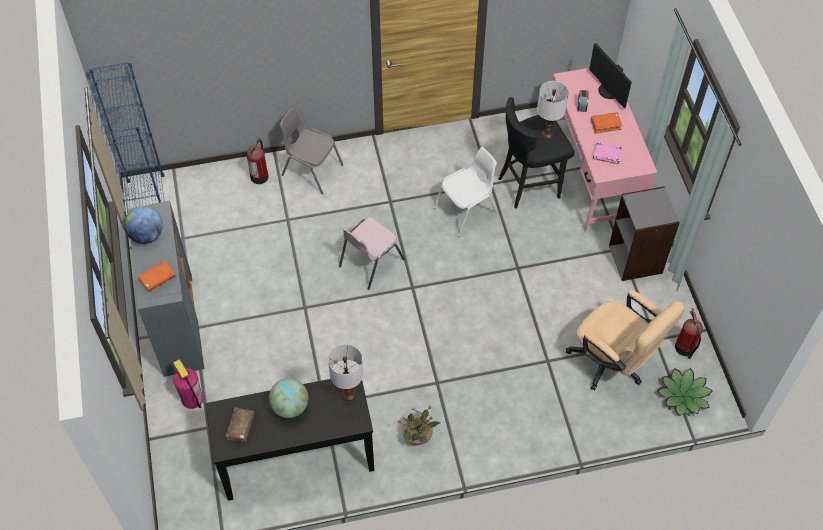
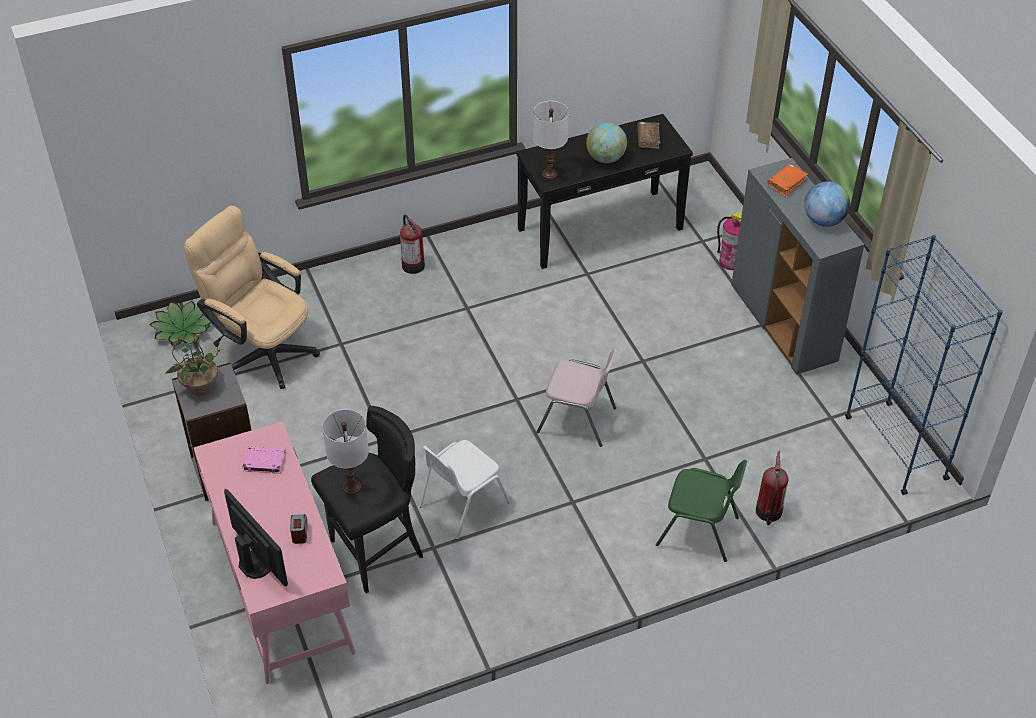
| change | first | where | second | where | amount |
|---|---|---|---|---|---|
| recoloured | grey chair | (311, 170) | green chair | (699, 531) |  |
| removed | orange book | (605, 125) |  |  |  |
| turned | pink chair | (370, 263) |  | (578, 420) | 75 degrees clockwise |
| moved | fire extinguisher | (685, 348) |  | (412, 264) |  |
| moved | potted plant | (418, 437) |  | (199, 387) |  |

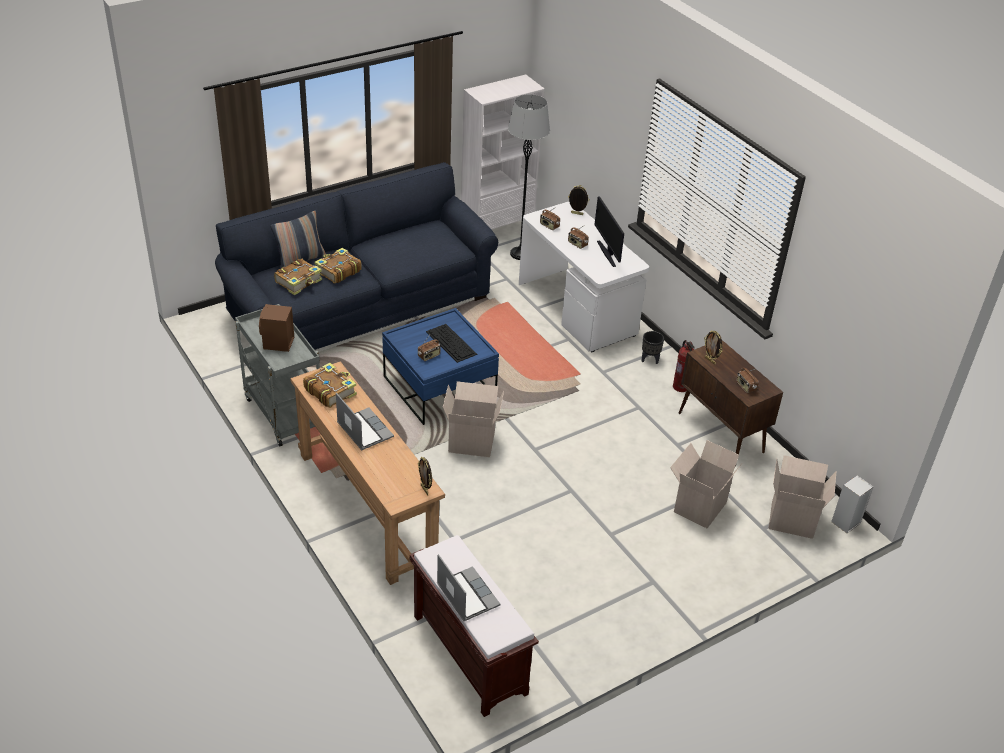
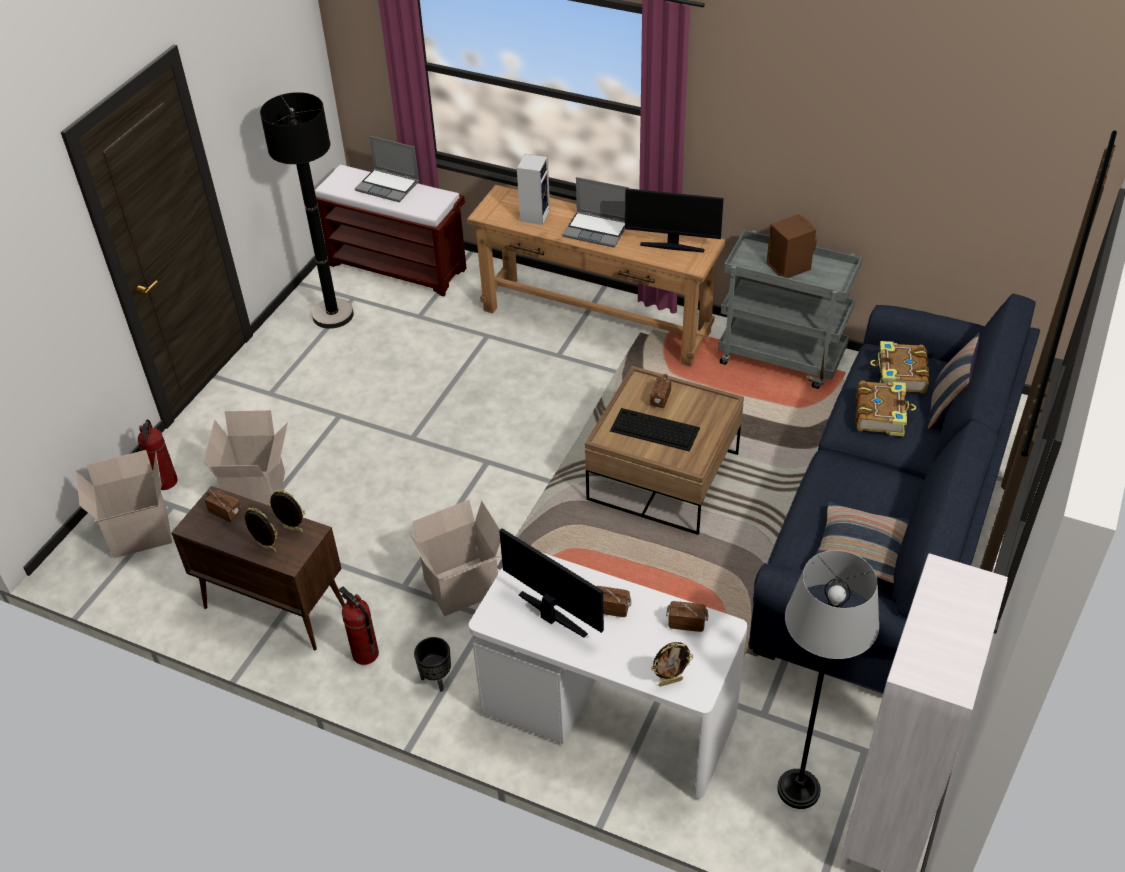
| change | first | where | second | where | amount |
|---|---|---|---|---|---|
| recoloured | blue coffee table | (439, 387) | brown coffee table | (663, 477) |  |
| replaced | book | (330, 391) | monitor | (672, 246) |  |
| moved | cardboard box | (472, 441) |  | (461, 588) |  |
| moved | picture frame | (425, 490) |  | (266, 548) |  |
| moved | speaker | (845, 523) |  | (534, 214) |  |
| added |  |  | black floor lamp | (333, 315) |  |
| added |  |  | fire extinguisher | (166, 482) |  |
| added |  |  | pillow | (859, 550) |  |

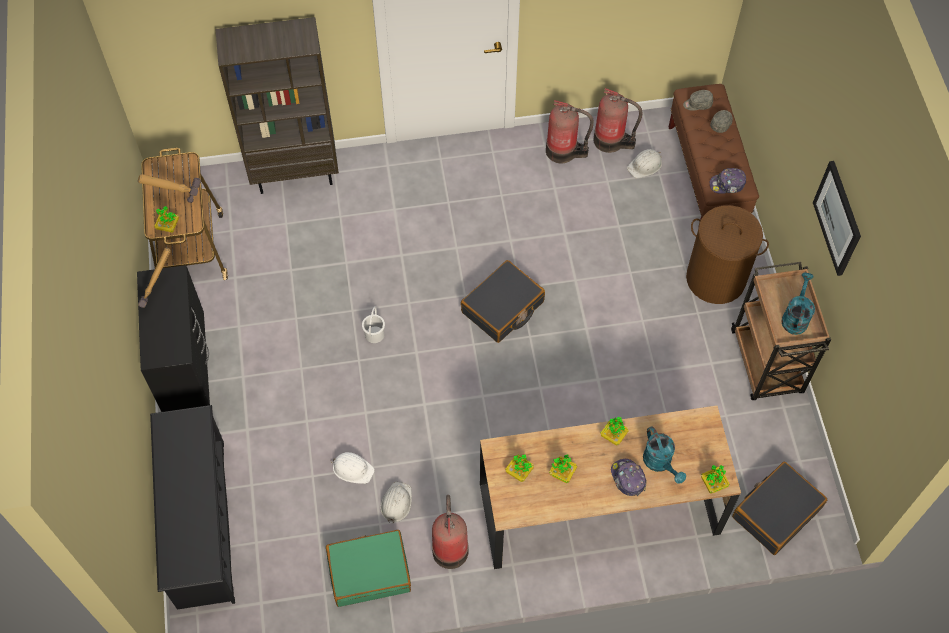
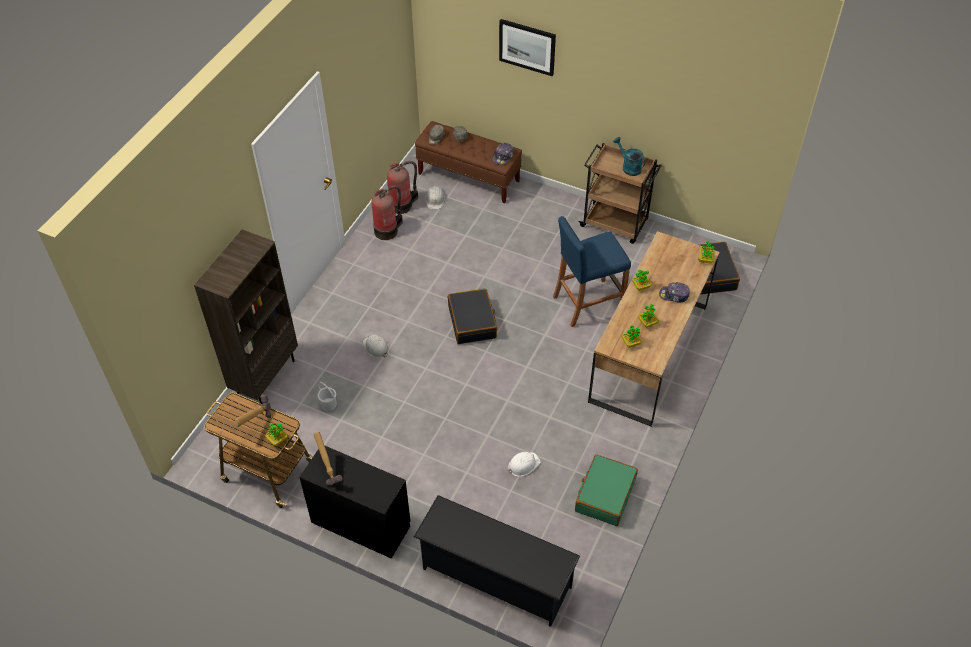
| change | first | where | second | where | amount |
|---|---|---|---|---|---|
| moved | picture | (838, 218) |  | (527, 46) |  |
| removed | brown laundry basket | (715, 279) |  |  |  |
| moved | white bucket | (374, 334) |  | (328, 404) |  |
| removed | turquoise watering can | (660, 463) |  |  |  |
| moved | white hard hat | (396, 503) |  | (376, 347) |  |
| removed | fire extinguisher | (450, 548) |  |  |  |
| added |  |  | blue stool | (588, 303) |  |

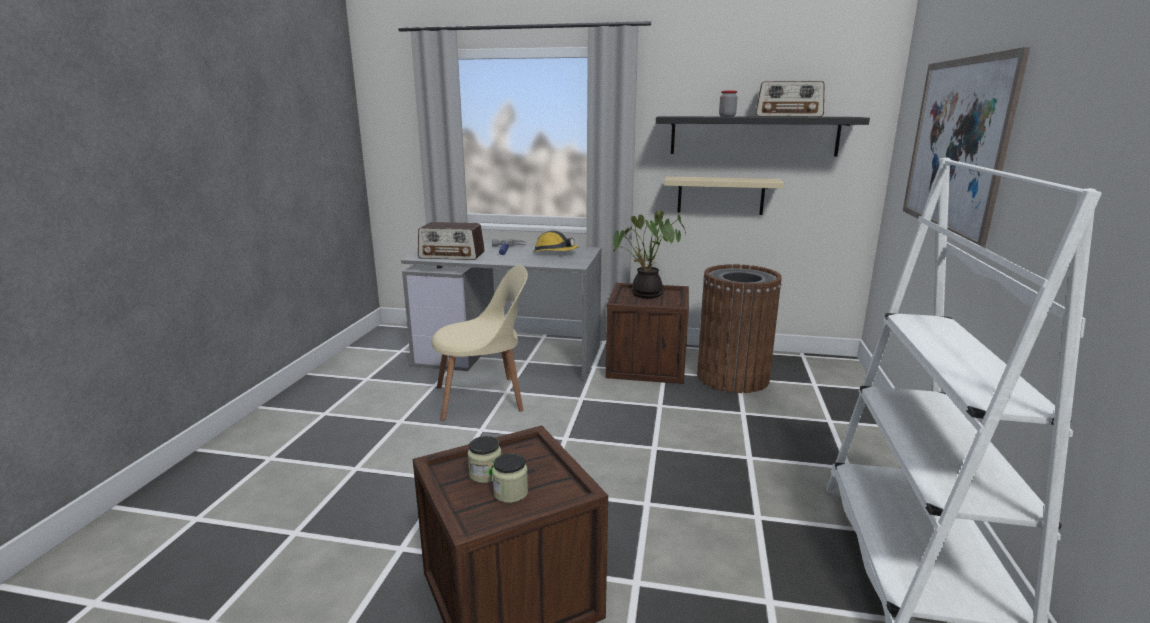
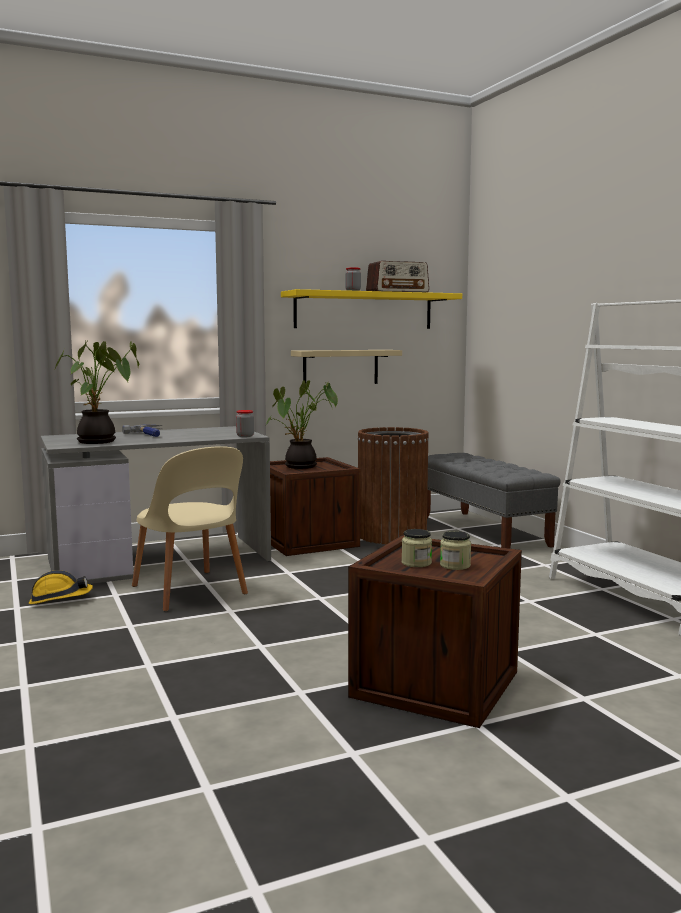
| change | first | where | second | where | amount |
|---|---|---|---|---|---|
| removed | picture | (955, 146) |  |  |  |
| recoloured | black shelf | (753, 136) | yellow shelf | (364, 311) |  |
| replaced | radio | (452, 255) | potted plant | (99, 442) |  |
| moved | hard hat | (555, 253) |  | (60, 599) |  |
| turned | beige chair | (483, 398) |  | (190, 592) | 105 degrees clockwise |
| added |  |  | jar | (245, 436) |  |
| added |  |  | grey bench | (483, 531) |  |

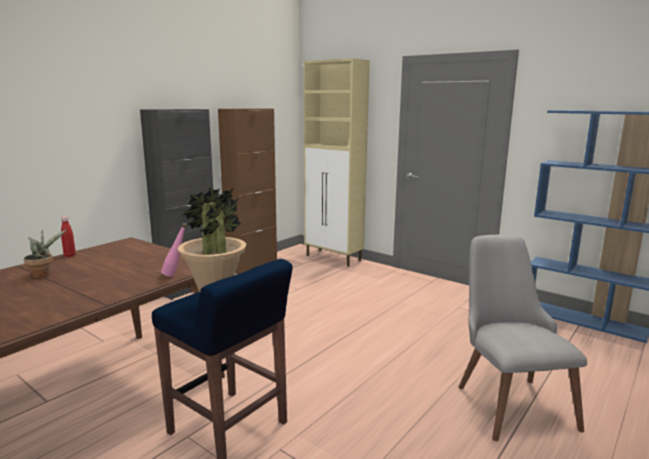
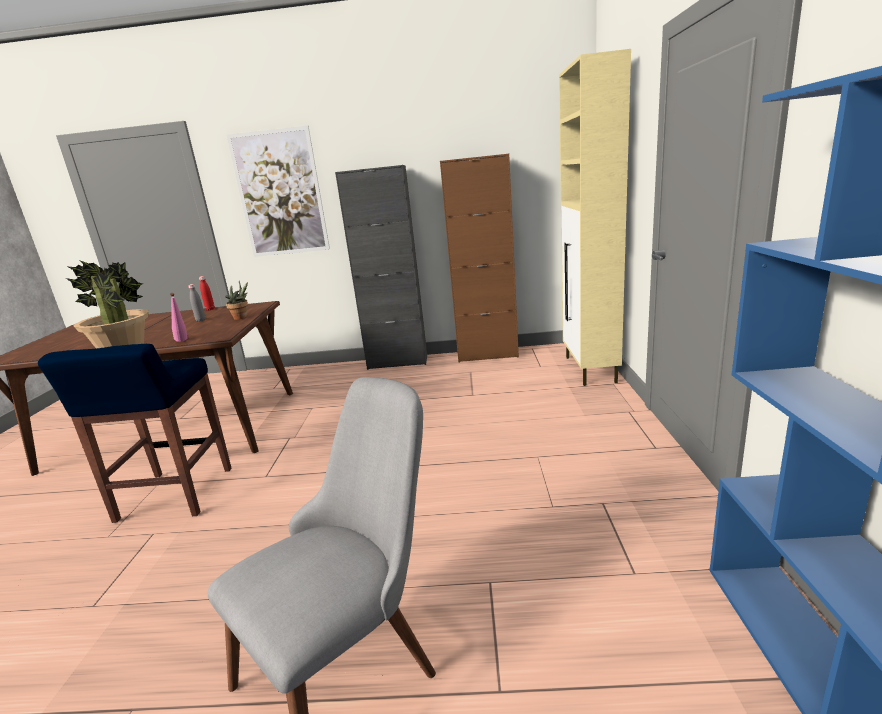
| change | first | where | second | where | amount |
|---|---|---|---|---|---|
| moved | potted plant | (43, 275) |  | (242, 317) |  |
| added |  |  | picture | (280, 194) |  |
| added |  |  | grey bottle | (201, 320) |  |

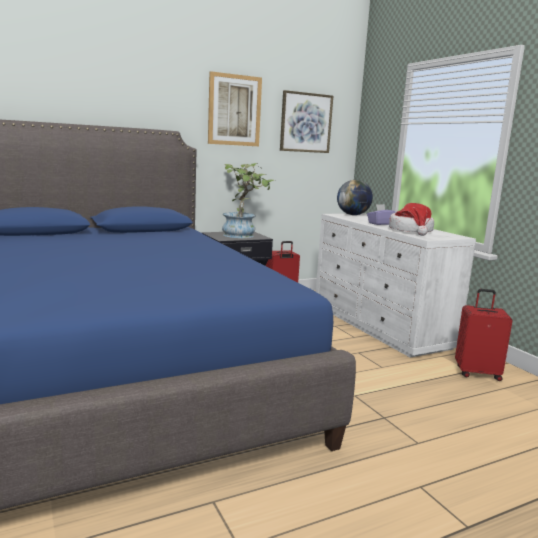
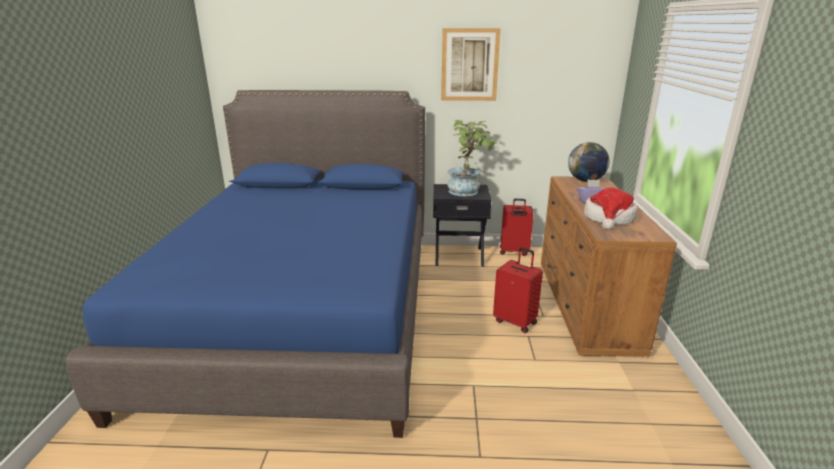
| change | first | where | second | where | amount |
|---|---|---|---|---|---|
| removed | picture | (305, 122) |  |  |  |
| recoloured | white dresser | (379, 326) | brown dresser | (586, 307) |  |
| moved | red suitcase | (477, 373) |  | (515, 321) |  |

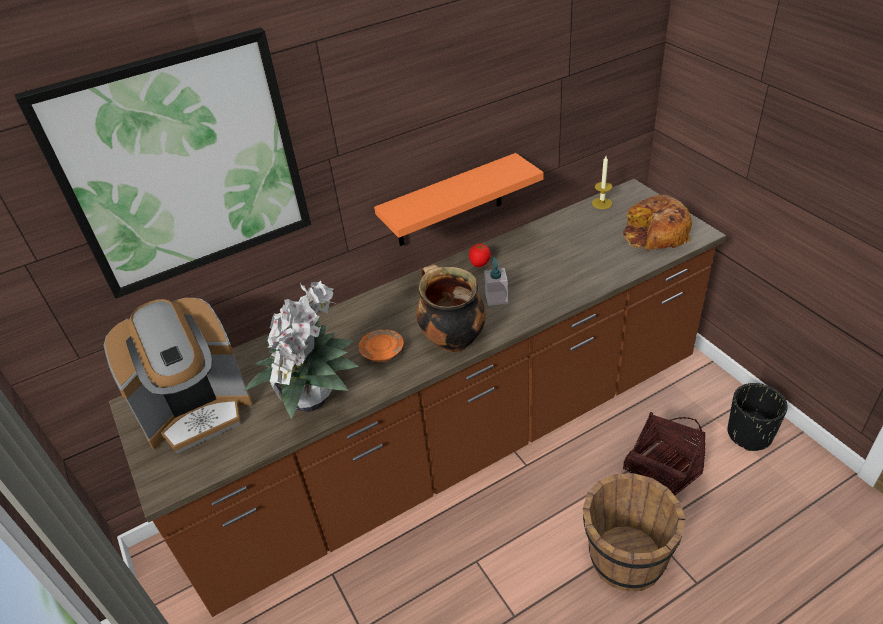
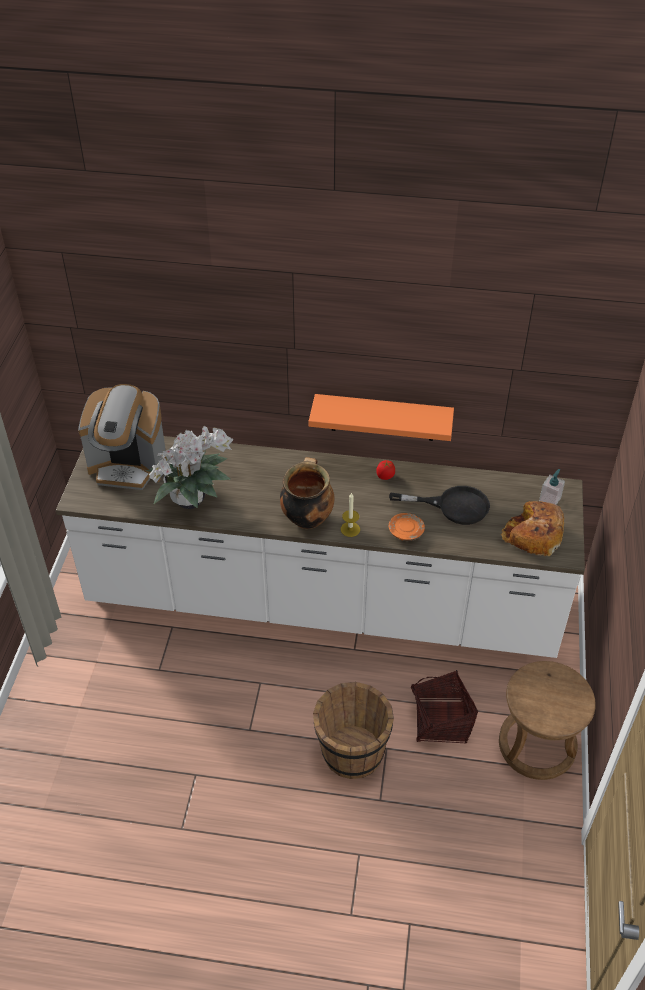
| change | first | where | second | where | amount |
|---|---|---|---|---|---|
| removed | picture | (183, 166) |  |  |  |
| moved | candle | (602, 203) |  | (350, 529) |  |
| recoloured | brown counter | (455, 445) | white counter | (322, 602) |  |
| moved | soap dispenser | (496, 298) |  | (550, 499) |  |
| moved | orange plate | (382, 352) |  | (406, 531) |  |
| replaced | black planter | (749, 434) | brown stool | (537, 746) |  |
| added |  |  | black frying pan | (453, 506) |  |

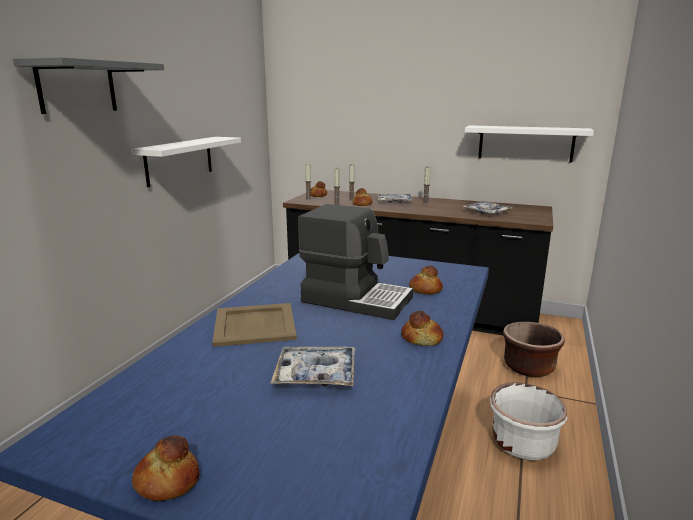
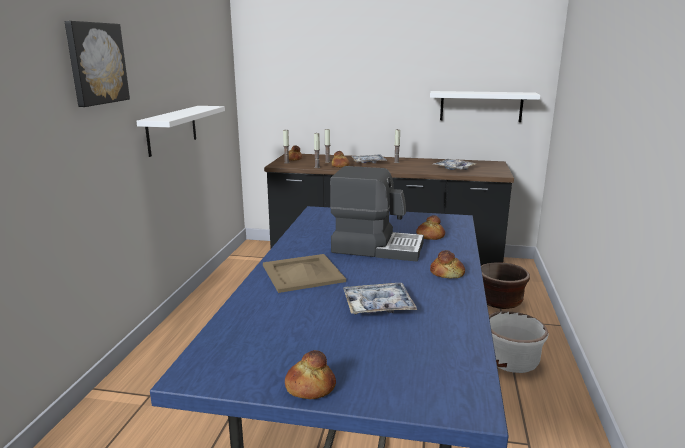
| change | first | where | second | where | amount |
|---|---|---|---|---|---|
| replaced | grey shelf | (77, 87) | picture | (96, 63) |  |

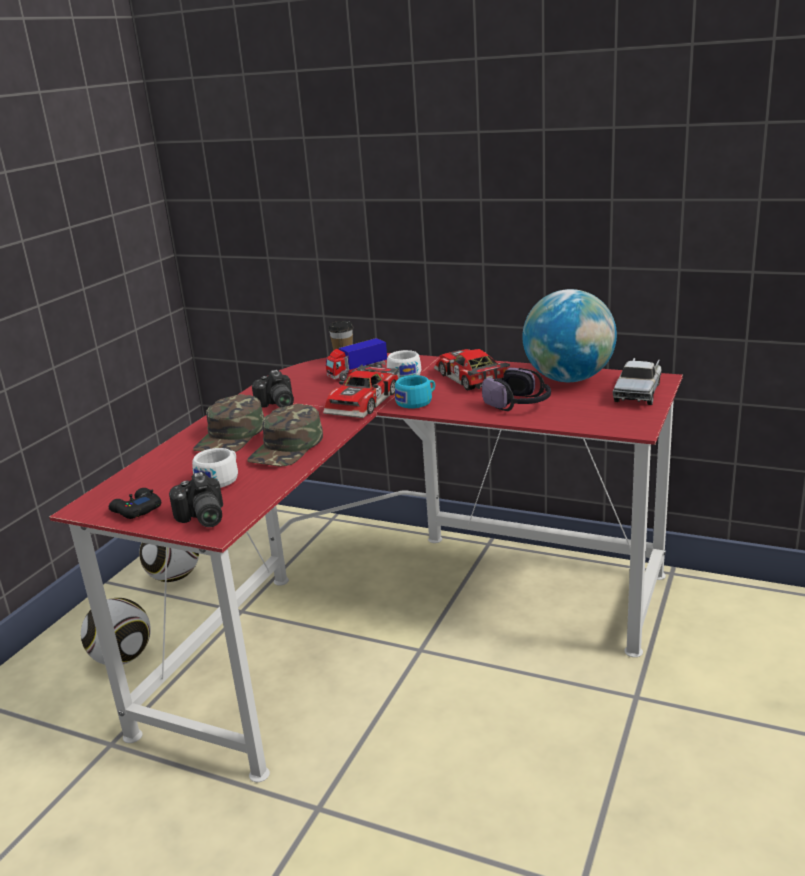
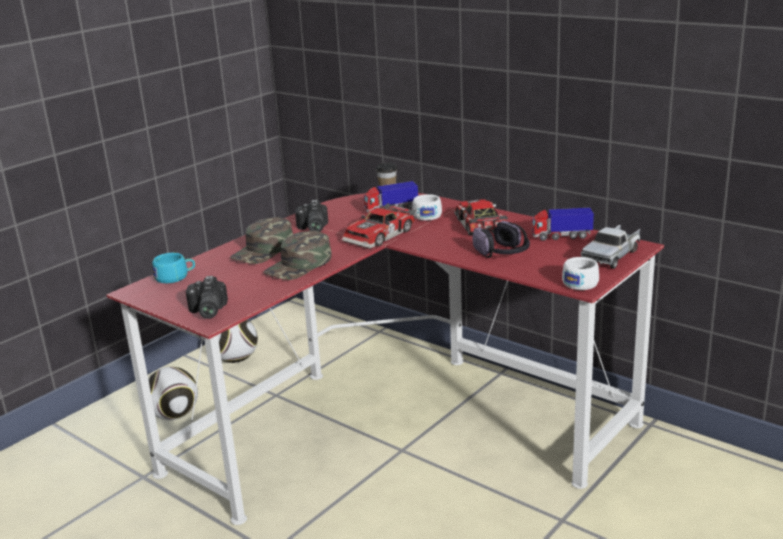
| change | first | where | second | where | amount |
|---|---|---|---|---|---|
| replaced | globe | (569, 379) | toy truck | (561, 236) |  |
| moved | turquoise cup | (417, 402) |  | (175, 277) |  |
| moved | white cup | (220, 479) |  | (582, 282) |  |
| removed | black game controller | (136, 510) |  |  |  |

